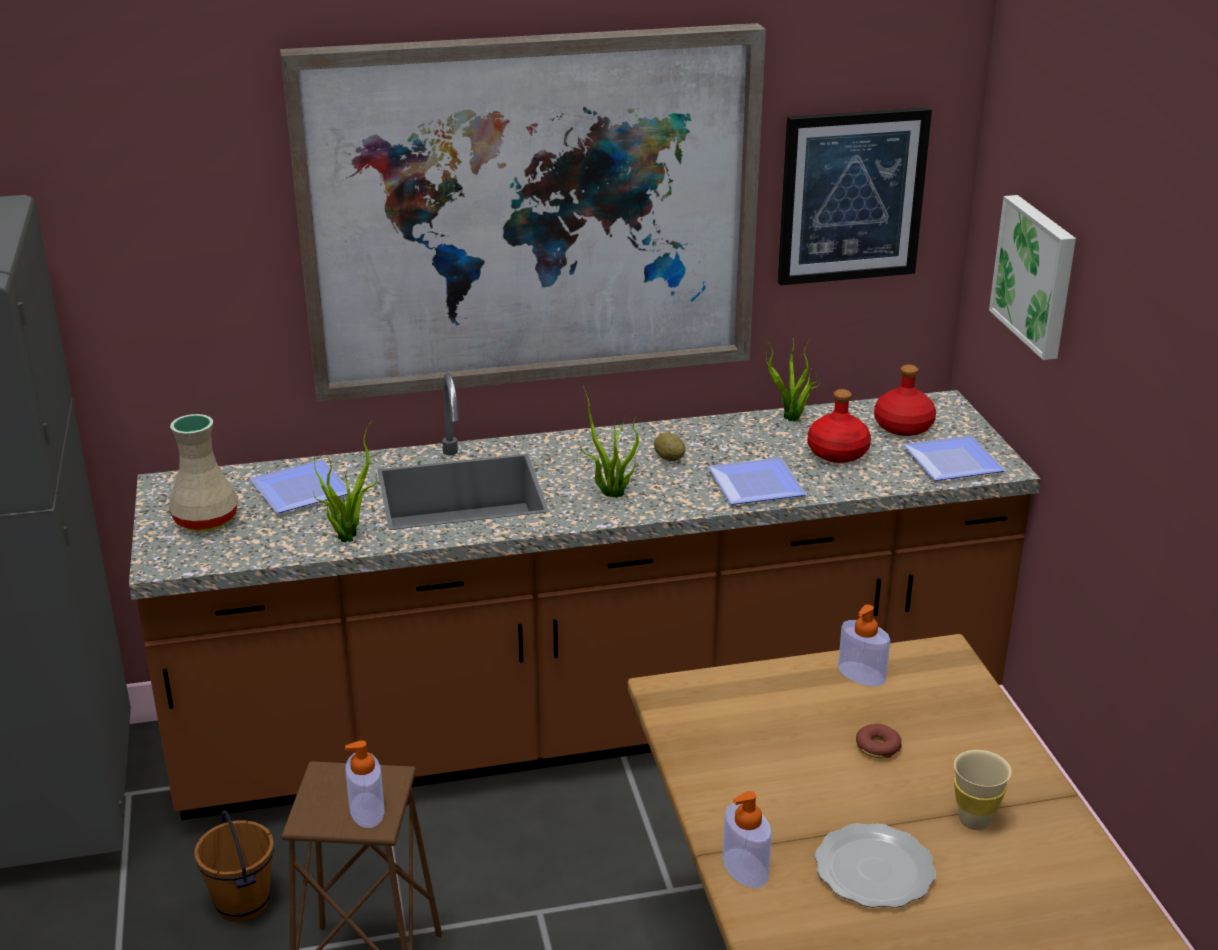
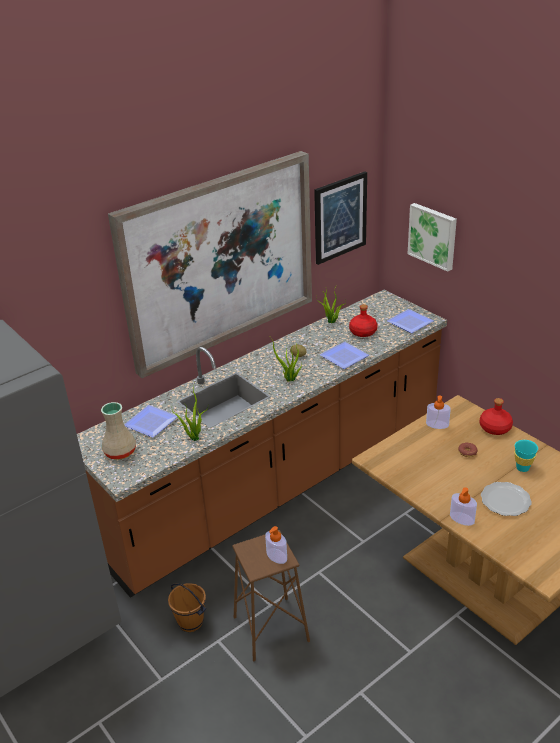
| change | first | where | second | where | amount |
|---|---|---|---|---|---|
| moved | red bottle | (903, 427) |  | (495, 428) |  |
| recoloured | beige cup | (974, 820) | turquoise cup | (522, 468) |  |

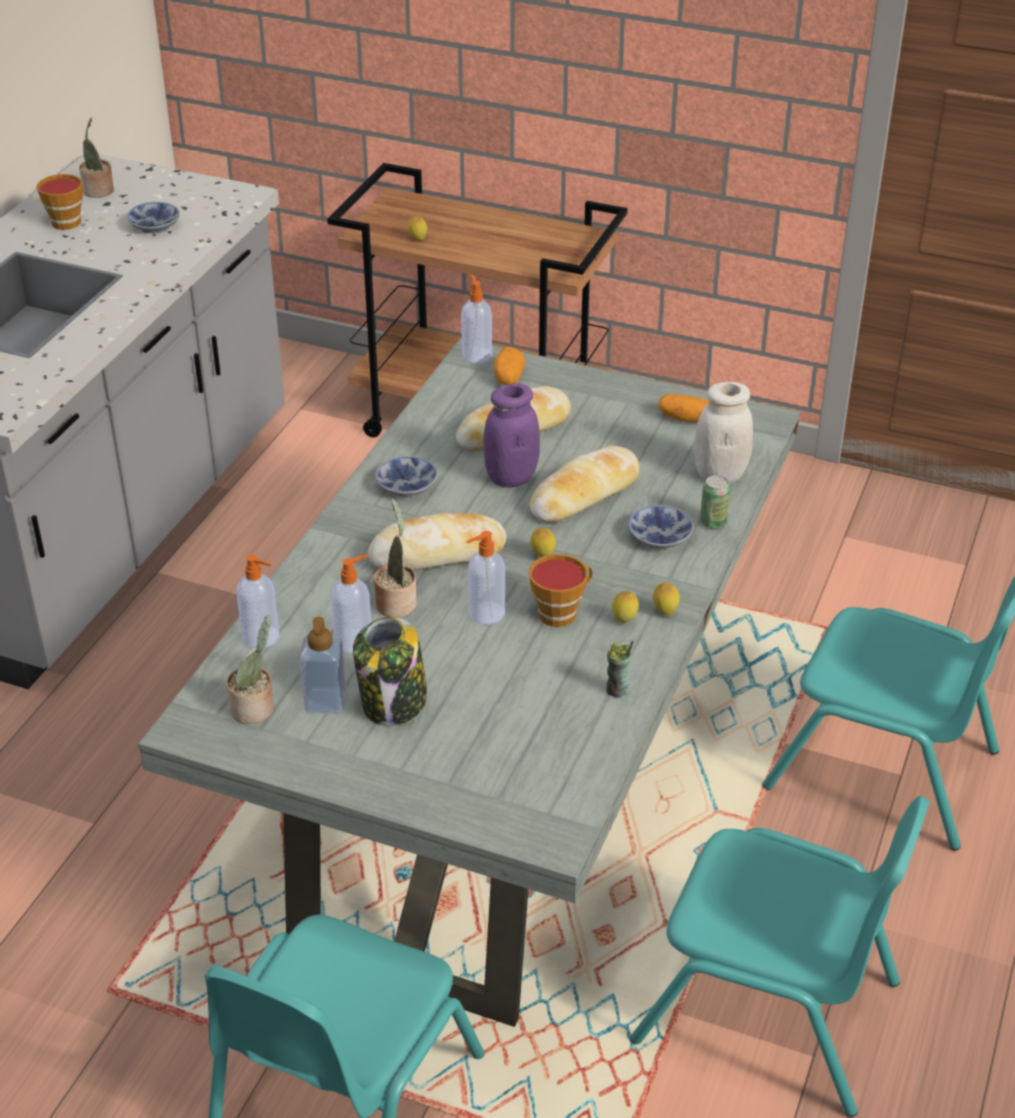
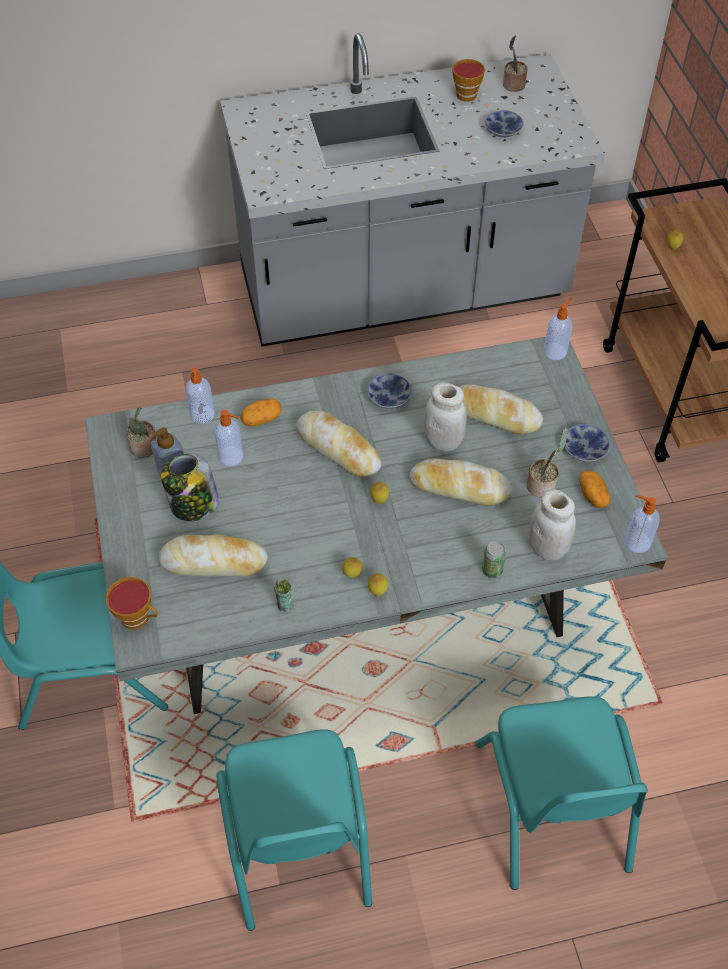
| change | first | where | second | where | amount |
|---|---|---|---|---|---|
| moved | potato | (508, 377) |  | (261, 419) |  |
| recoloured | purple jar | (511, 477) | white jar | (443, 441) |  |
| moved | potted plant | (396, 602) |  | (542, 485) |  |
| moved | bowl | (657, 537) |  | (584, 448) |  |
| moved | soap dispenser | (485, 613) |  | (636, 542) |  |
| moved | cup | (561, 612) |  | (138, 618) |  |
| added |  |  | bread | (214, 562) |  |

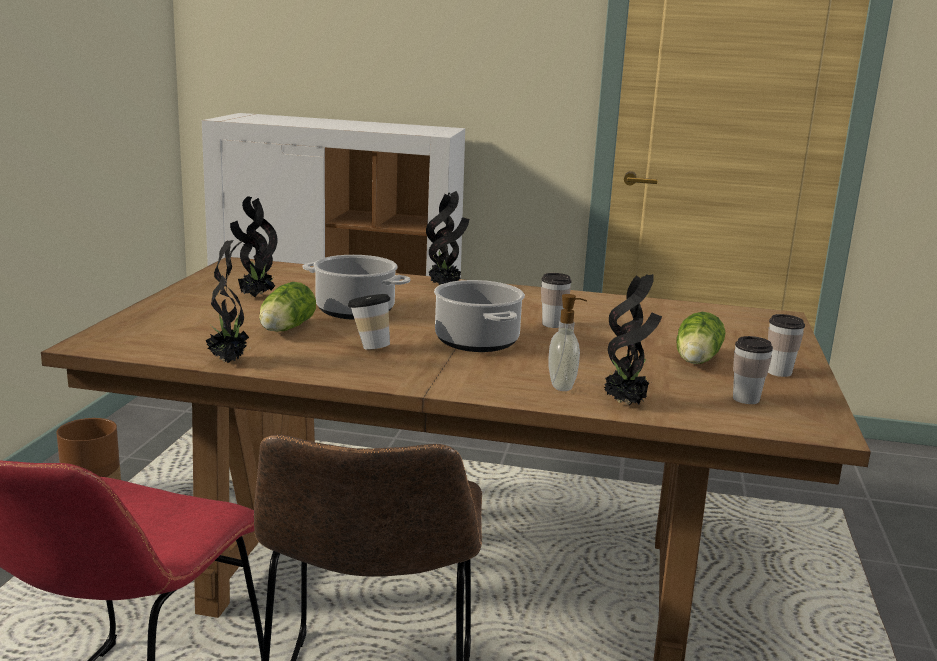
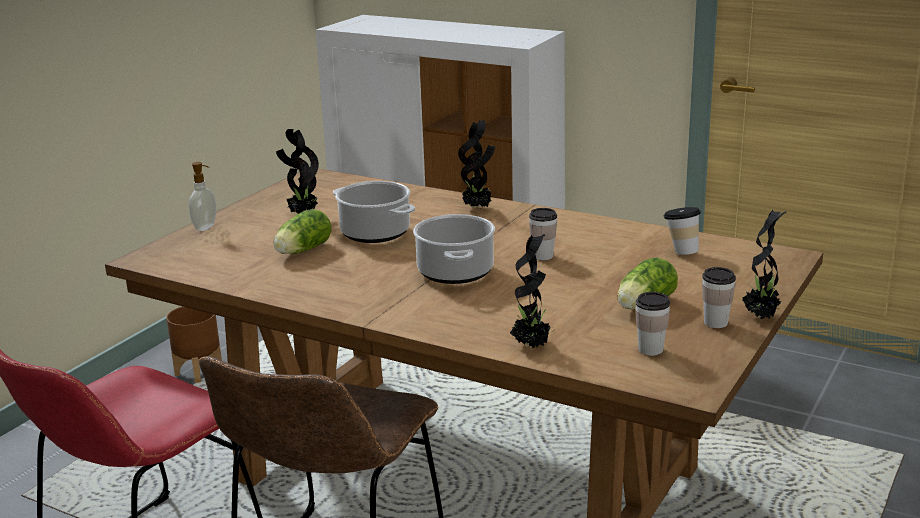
| change | first | where | second | where | amount |
|---|---|---|---|---|---|
| moved | potted plant | (229, 361) |  | (761, 317) |  |
| moved | cup | (369, 347) |  | (681, 252) |  |
| moved | soap dispenser | (563, 386) |  | (206, 227) |  |

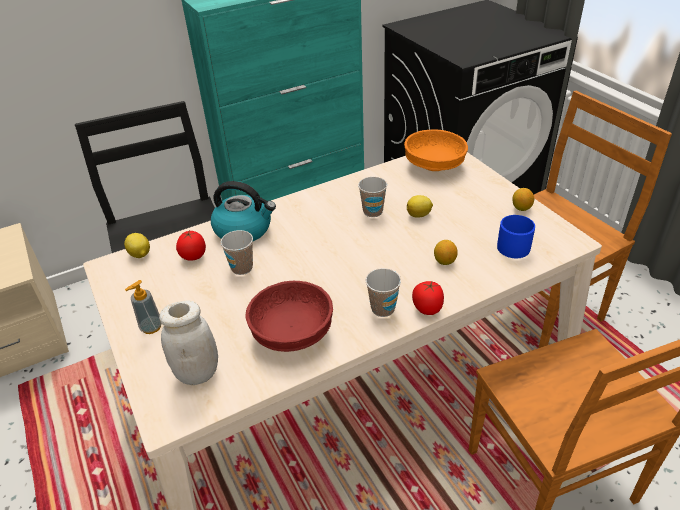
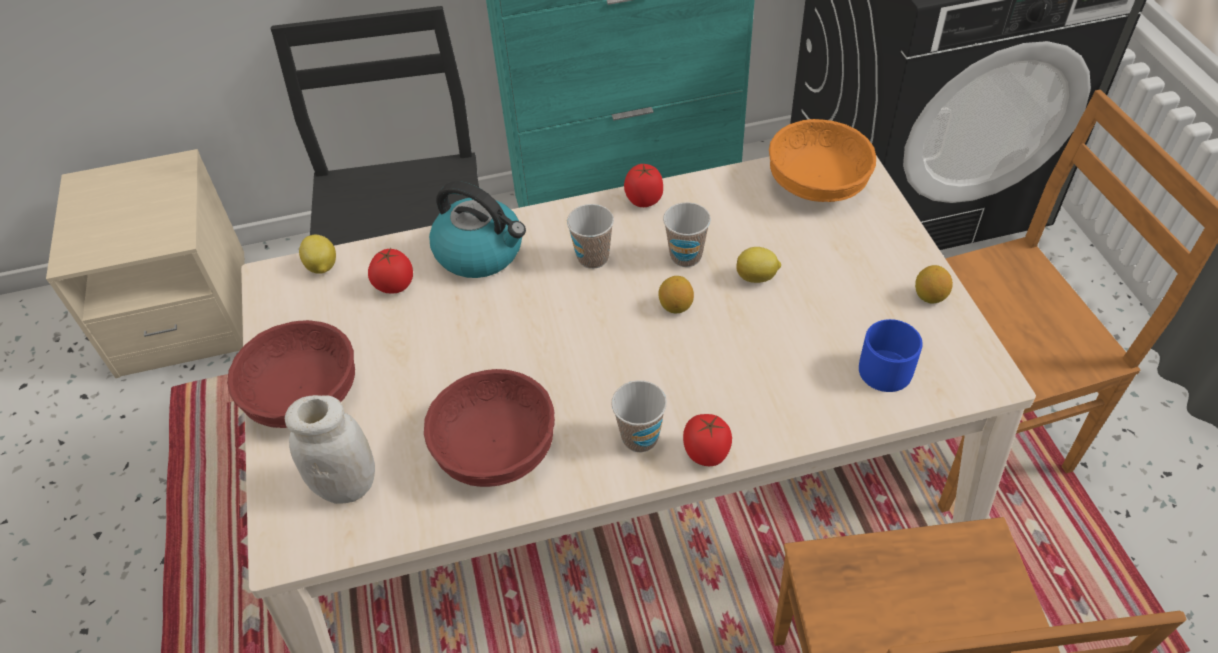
| change | first | where | second | where | amount |
|---|---|---|---|---|---|
| moved | cup | (242, 268) |  | (593, 258) |  |
| moved | lemon | (444, 261) |  | (675, 306) |  |
| replaced | soap dispenser | (151, 327) | red bowl | (305, 395) |  |
| added |  |  | tomato | (644, 200) |  |

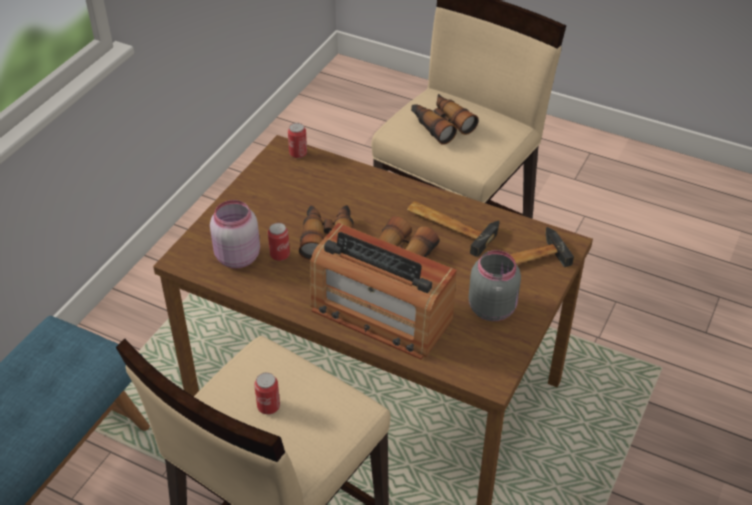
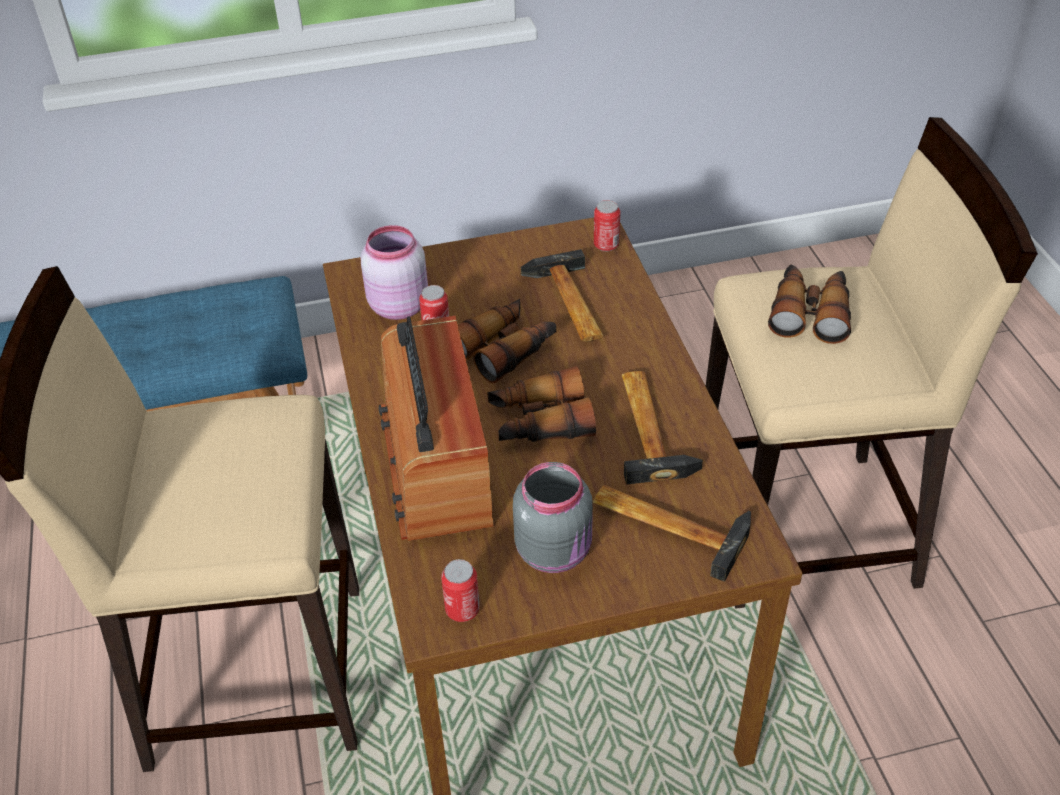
| change | first | where | second | where | amount |
|---|---|---|---|---|---|
| moved | can | (268, 406) |  | (462, 610) |  |
| added |  |  | hammer | (569, 305) |  |

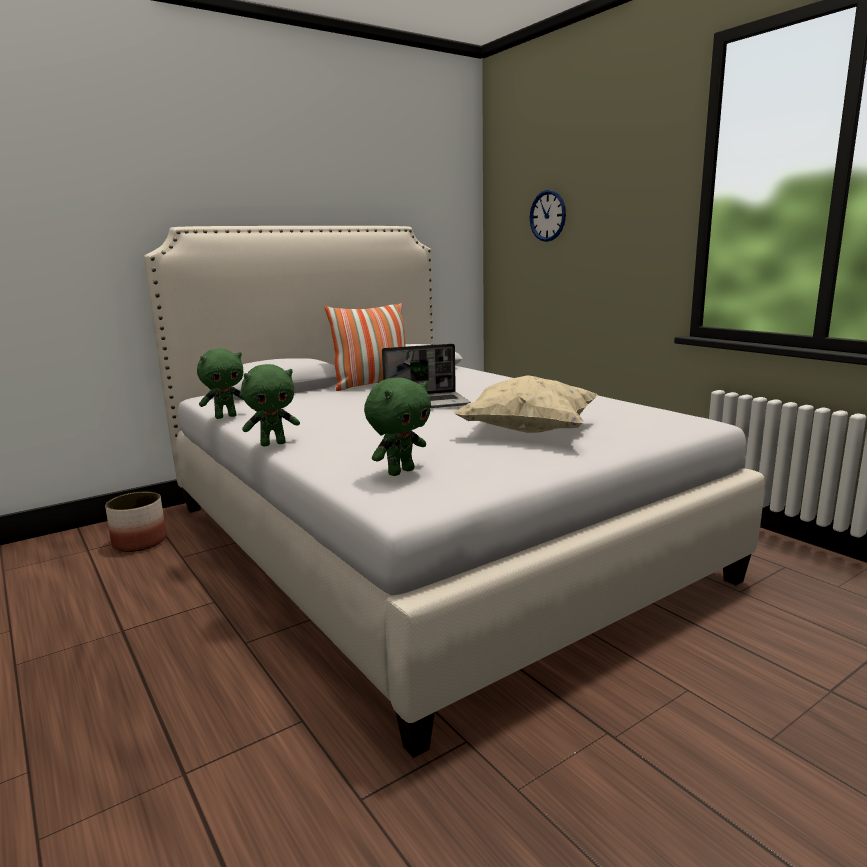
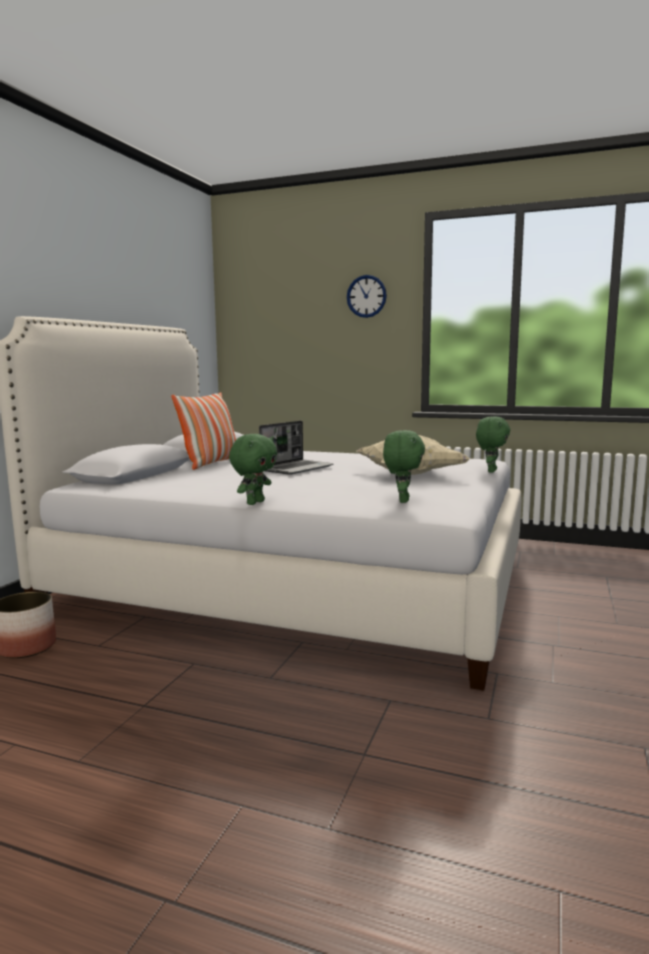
| change | first | where | second | where | amount |
|---|---|---|---|---|---|
| moved | wall clock | (547, 216) |  | (366, 296) |  |
| moved | green plush toy | (226, 416) |  | (490, 471) |  |

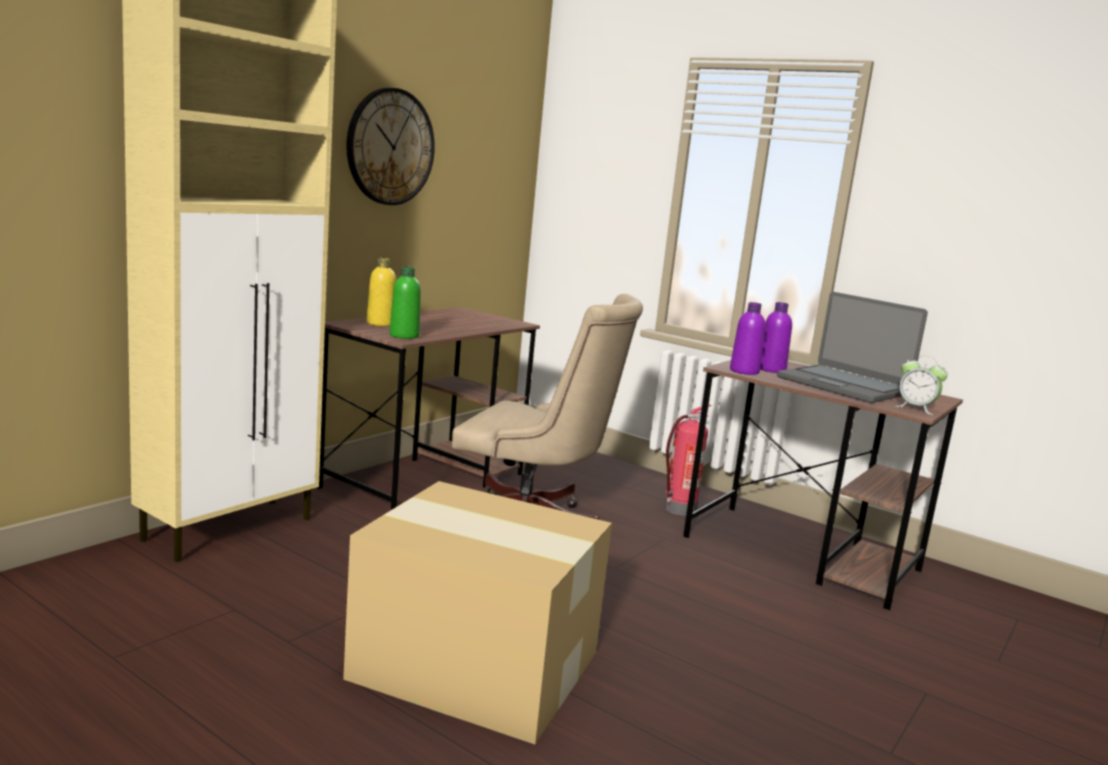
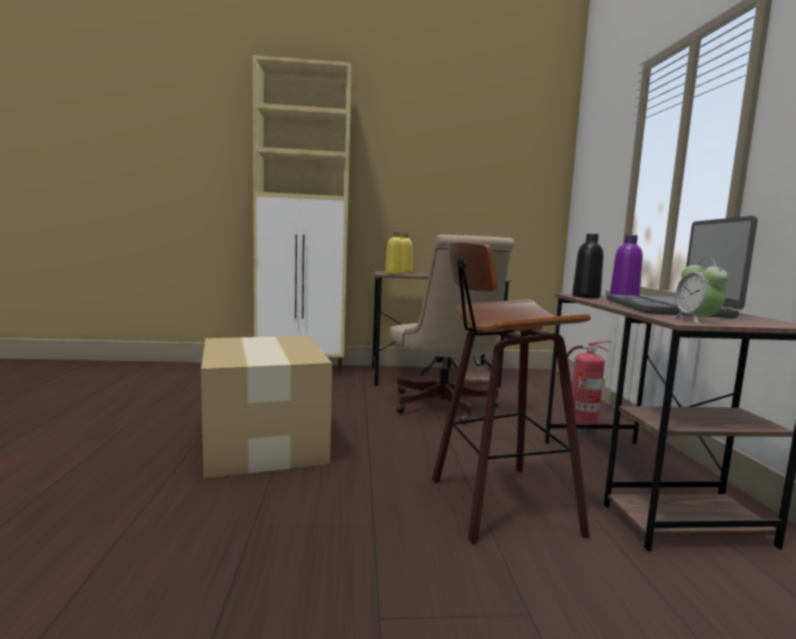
| change | first | where | second | where | amount |
|---|---|---|---|---|---|
| removed | wall clock | (390, 147) |  |  |  |
| recoloured | green bottle | (404, 336) | yellow bottle | (394, 274) |  |
| recoloured | purple bottle | (744, 371) | black bottle | (586, 296) |  |
| added |  |  | stool | (496, 504) |  |

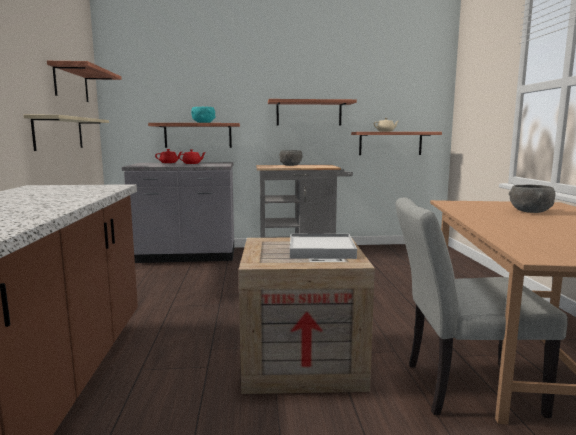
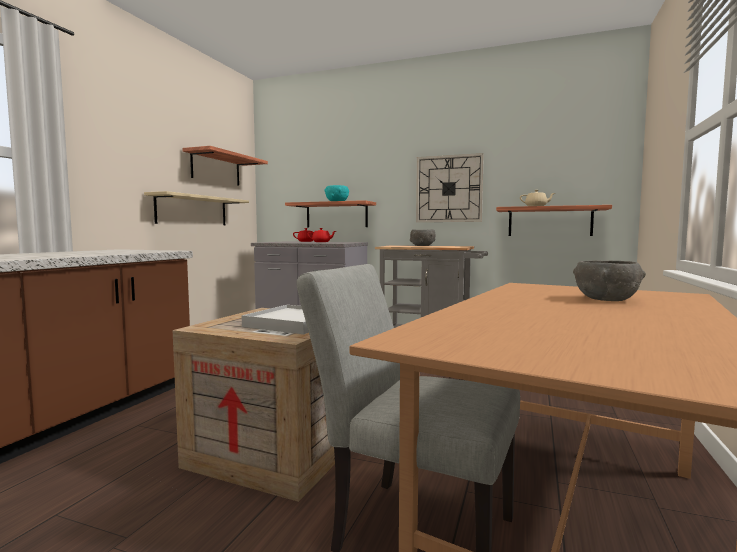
| change | first | where | second | where | amount |
|---|---|---|---|---|---|
| replaced | shelf | (309, 113) | wall clock | (449, 189) |  |

